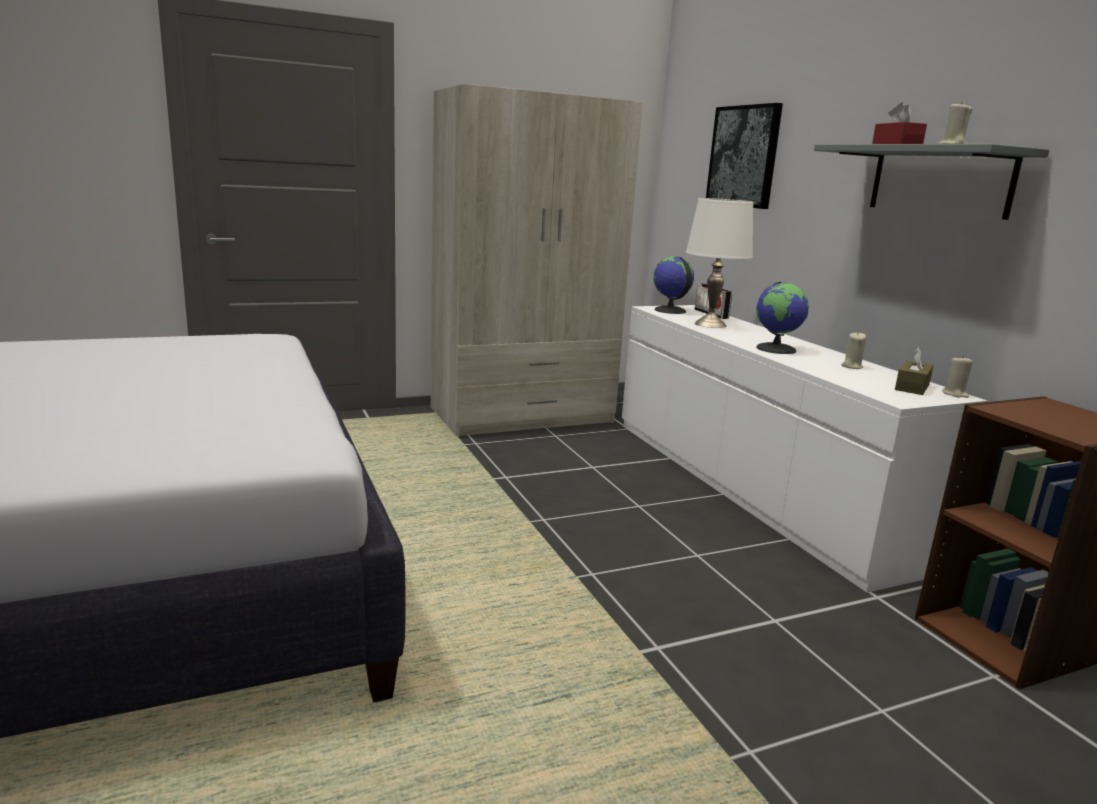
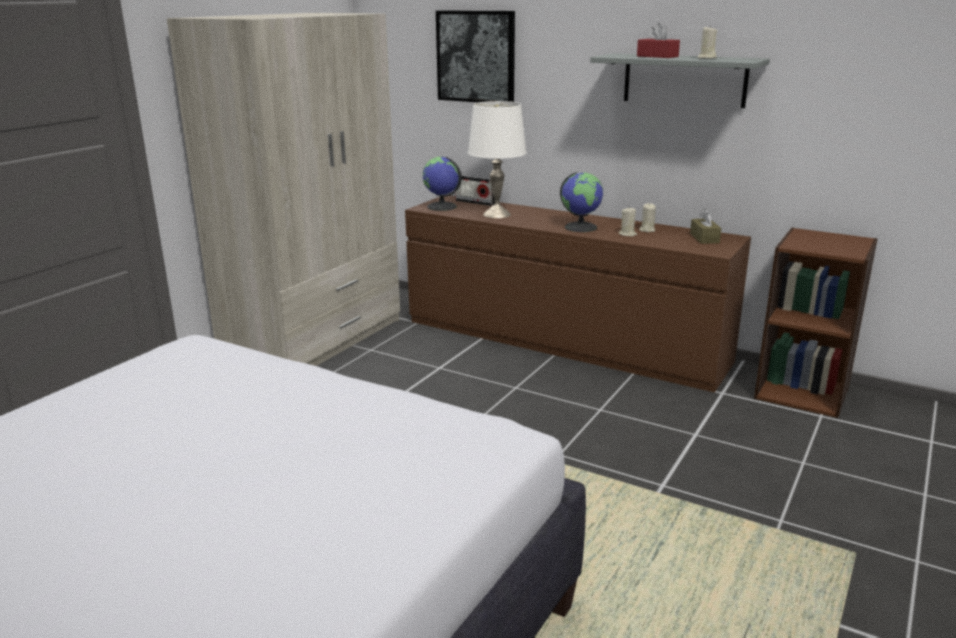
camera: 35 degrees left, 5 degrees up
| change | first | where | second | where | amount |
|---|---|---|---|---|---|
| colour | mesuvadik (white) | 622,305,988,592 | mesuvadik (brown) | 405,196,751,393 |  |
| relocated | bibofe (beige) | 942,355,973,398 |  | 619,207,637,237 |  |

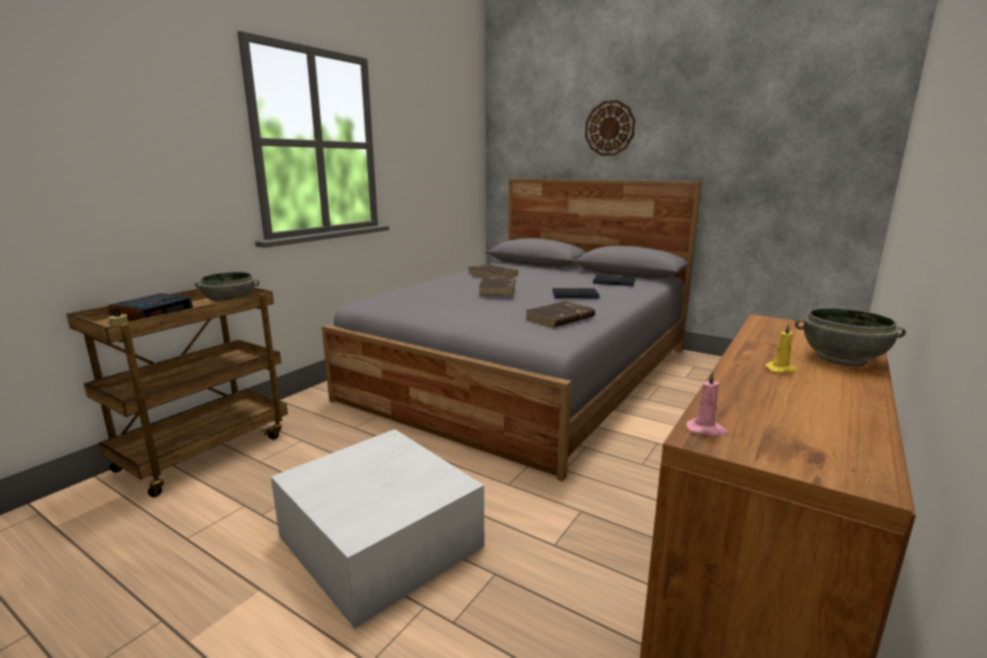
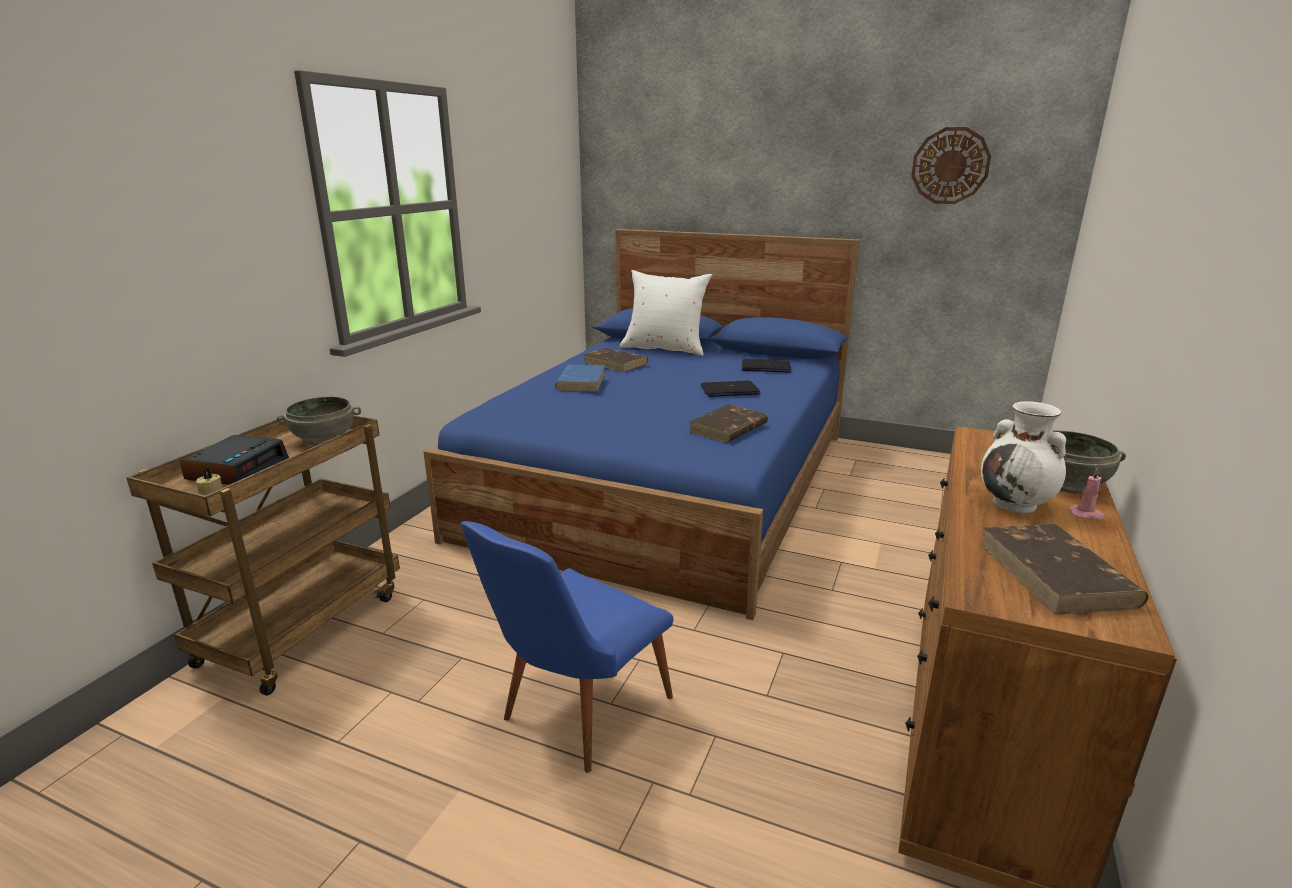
camera: 10 degrees left, 5 degrees up
| change | first | where | second | where | amount |
|---|---|---|---|---|---|
| relocated | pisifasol | 585,100,635,156 |  | 911,127,991,204 |  |
| colour | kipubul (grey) | 322,179,702,482 | kipubul (blue) | 423,229,860,620 |  |
| relocated | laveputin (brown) | 479,277,516,295 |  | 980,524,1148,615 |  |
| exchanged | bibofe (yellow) | 765,323,798,374 | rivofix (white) | 981,401,1066,513 |  |
| relocated | bibofe (pink) | 686,370,729,437 |  | 1069,467,1105,520 |  |
| exchanged | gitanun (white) | 271,429,484,629 | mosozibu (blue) | 460,521,673,773 |  |
| appeared |  |  | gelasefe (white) | 620,270,712,356 |  |
| appeared |  |  | laveputin (blue) | 555,365,605,392 |  |

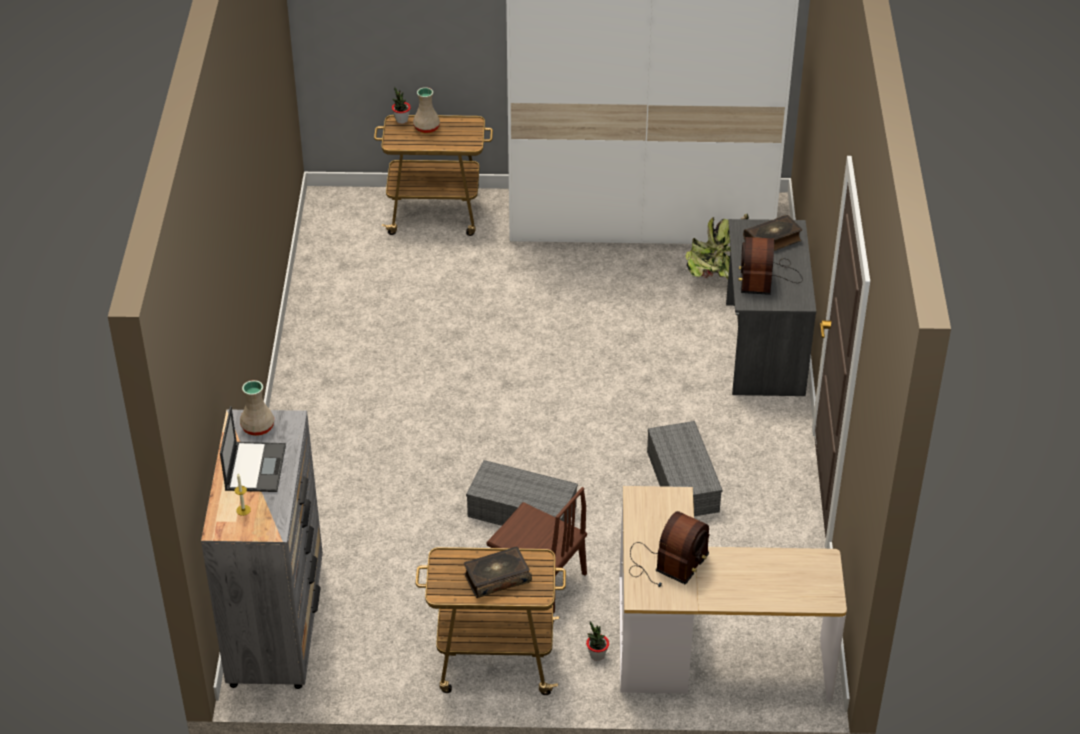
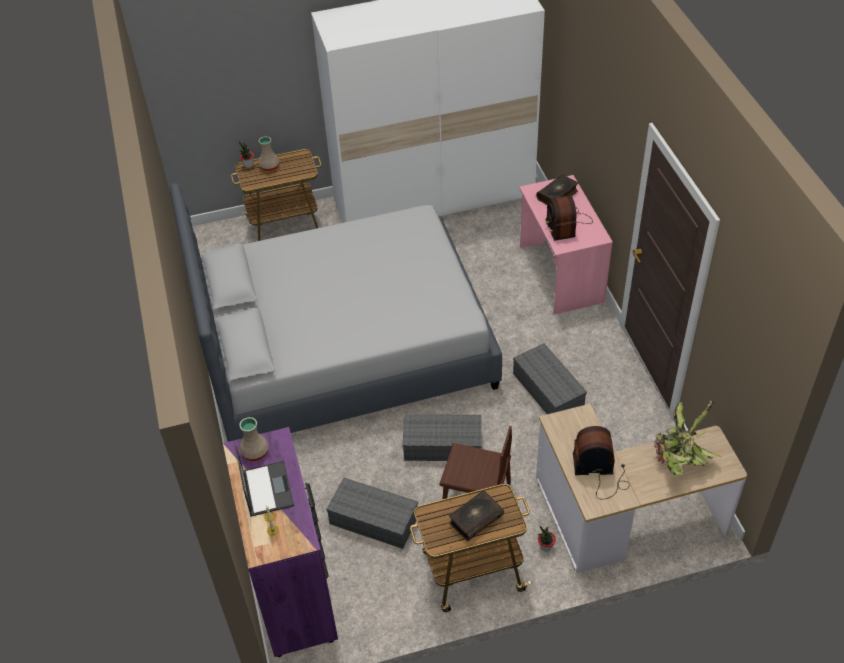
camera: 15 degrees left, 5 degrees up
| change | first | where | second | where | amount |
|---|---|---|---|---|---|
| relocated | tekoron | 685,214,749,279 |  | 654,400,721,476 |  |
| colour | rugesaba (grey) | 726,219,816,396 | rugesaba (pink) | 519,175,613,315 |  |
| colour | mesuvadik (grey) | 201,409,323,689 | mesuvadik (purple) | 223,427,338,657 |  |
| spun | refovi | 629,511,710,587 |  | 573,426,629,499 | 105 degrees counterclockwise |
| appeared |  |  | kipubul (grey) | 170,183,502,442 |  |
| appeared |  |  | gitanun (grey) | 326,477,418,549 |  |

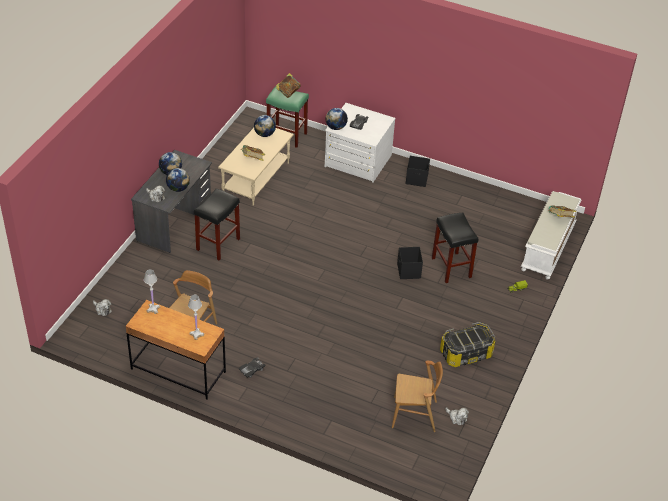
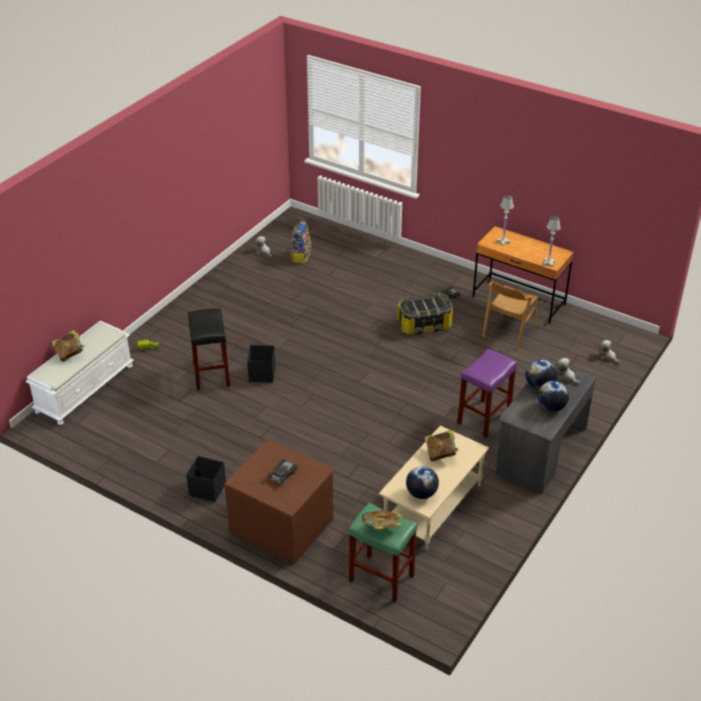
camera: 170 degrees left, 5 degrees down
| change | first | where | second | where | amount |
|---|---|---|---|---|---|
| colour | mesuvadik (white) | 325,103,395,183 | mesuvadik (brown) | 224,439,335,565 |  |
| missing | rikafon | 326,108,348,130 |  |  |  |
| colour | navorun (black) | 194,188,240,261 | navorun (purple) | 457,349,517,438 |  |
| relocated | gitanun | 440,322,496,367 |  | 397,293,453,335 |  |
| exchanged | mosozibu (brown) | 392,360,443,432 | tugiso | 290,221,311,264 |  |

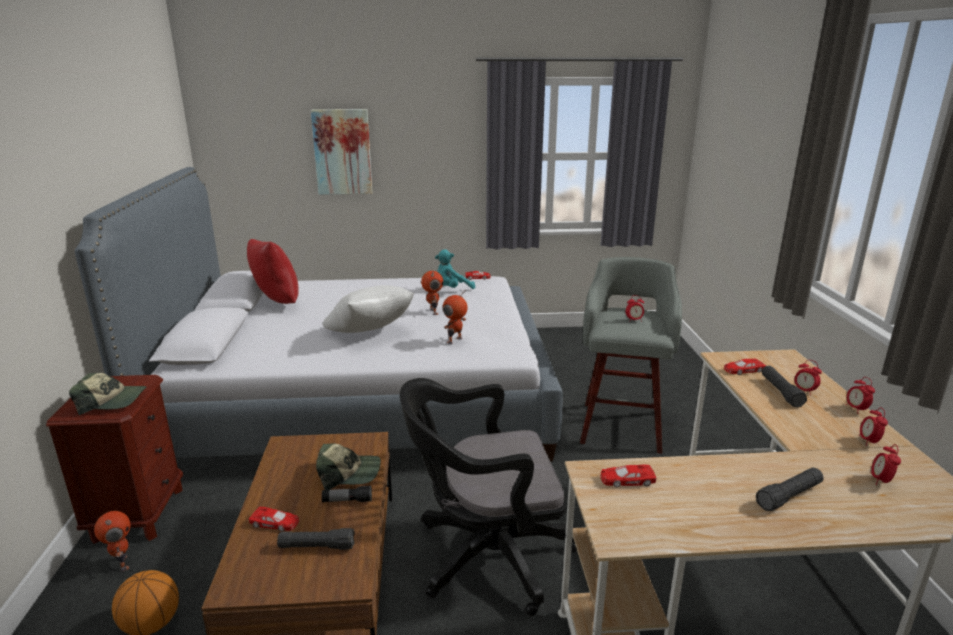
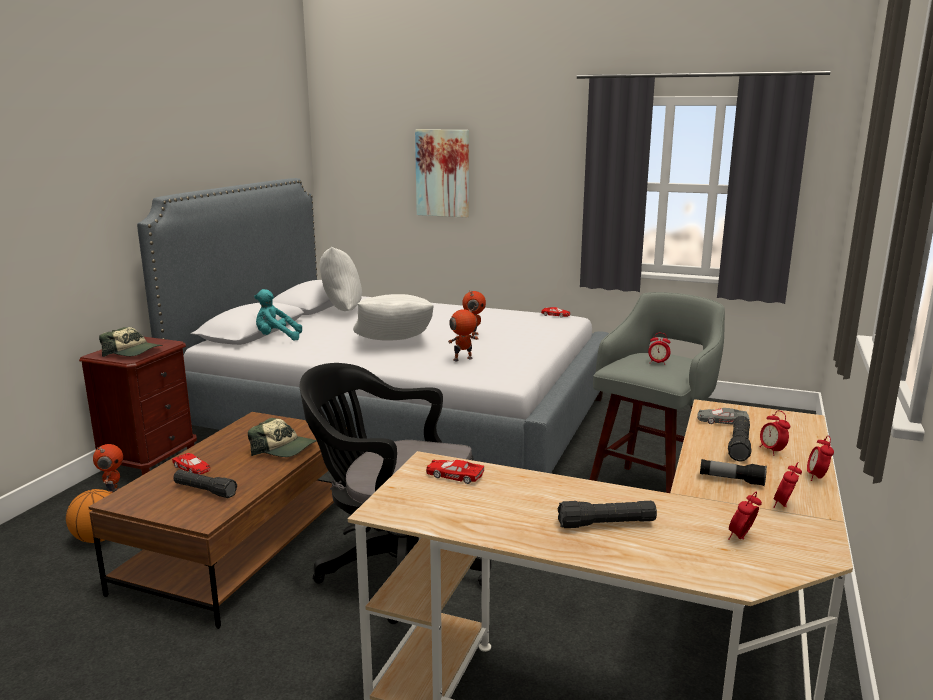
camera: 25 degrees right, 5 degrees down
| change | first | where | second | where | amount |
|---|---|---|---|---|---|
| colour | gelasefe (red) | 247,239,299,304 | gelasefe (white) | 320,247,362,311 |  |
| relocated | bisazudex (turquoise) | 435,249,475,289 |  | 254,289,302,341 |  |
| colour | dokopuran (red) | 724,358,766,375 | dokopuran (grey) | 697,408,749,425 |  |
| relocated | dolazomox | 322,485,372,502 |  | 700,459,767,486 |  |

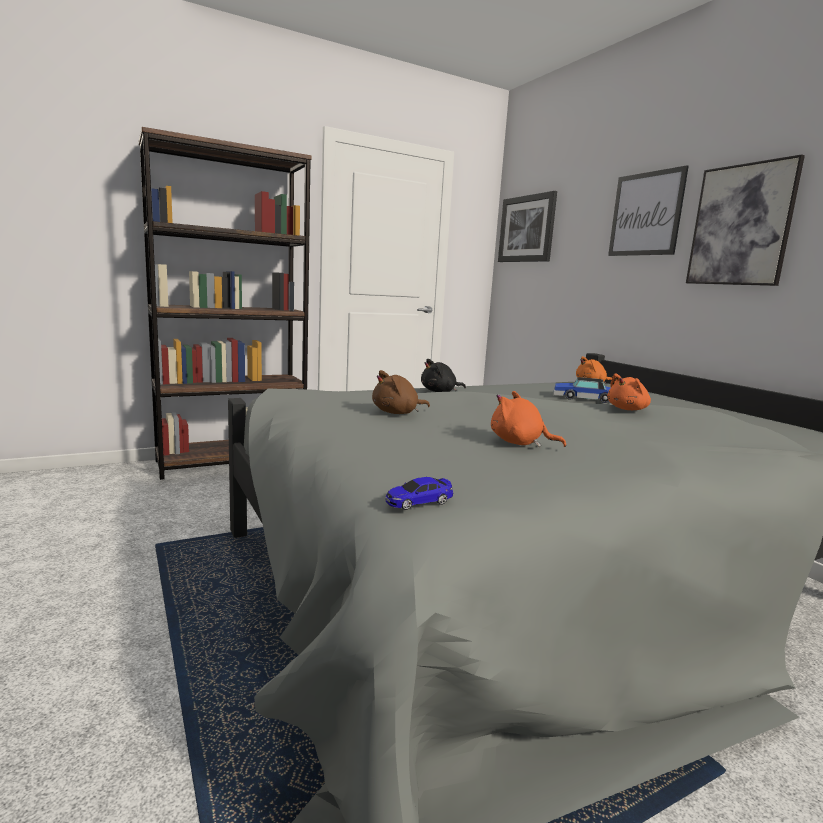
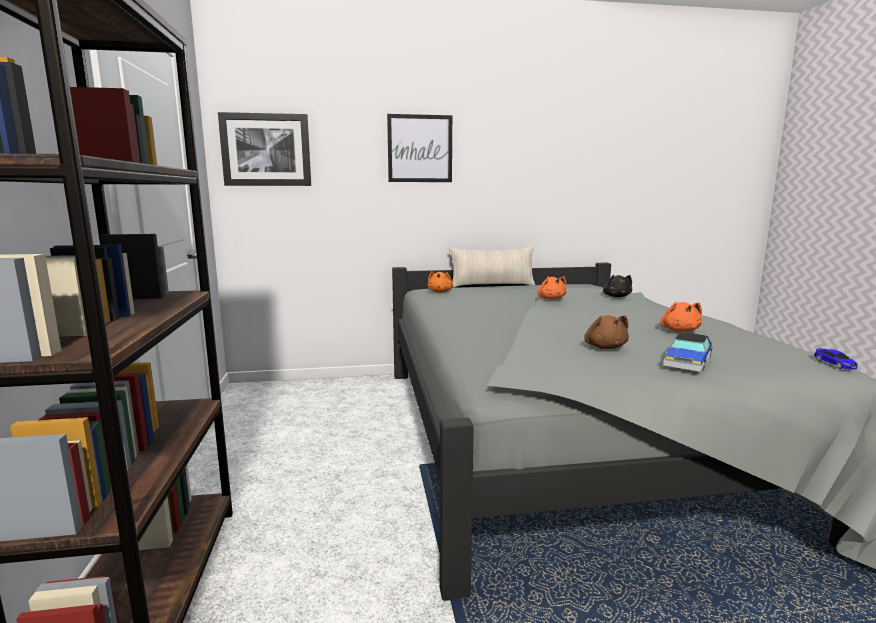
camera: 70 degrees left, 0 degrees up
| change | first | where | second | where | amount |
|---|---|---|---|---|---|
| missing | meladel | 686,154,805,286 |  |  |  |
| relocated | bisazudex (black) | 421,359,466,392 |  | 603,275,632,298 |  |
| relocated | dokopuran | 554,377,611,403 |  | 663,332,712,372 |  |
| spun | bisazudex (orange) | 491,391,566,447 |  | 660,302,702,332 | 45 degrees counterclockwise |
| appeared |  |  | gelasefe (beige) | 449,246,535,288 |  |

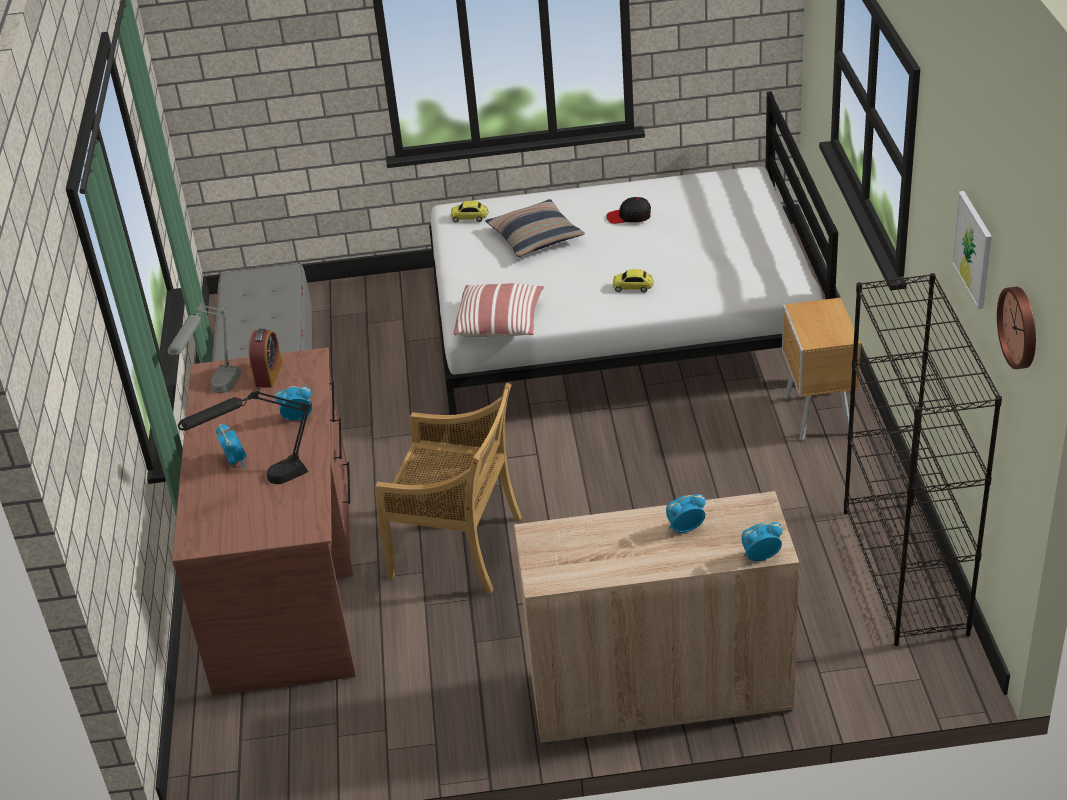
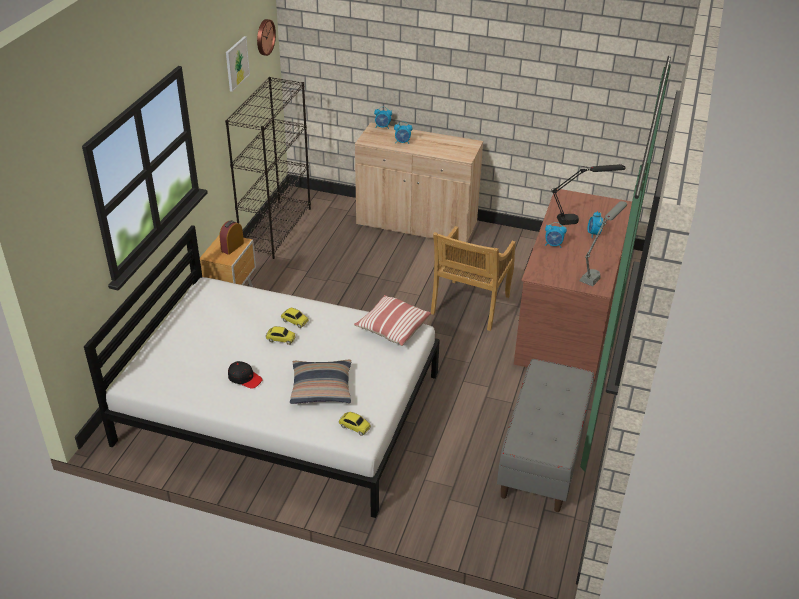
camera: 160 degrees left, 0 degrees up
| change | first | where | second | where | amount |
|---|---|---|---|---|---|
| relocated | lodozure | 249,329,282,387 |  | 219,220,244,255 |  |
| spun | mosozibu (beige) | 375,383,522,593 |  | 431,226,516,331 | 105 degrees counterclockwise |
| appeared |  |  | dokopuran | 266,326,296,345 |  |

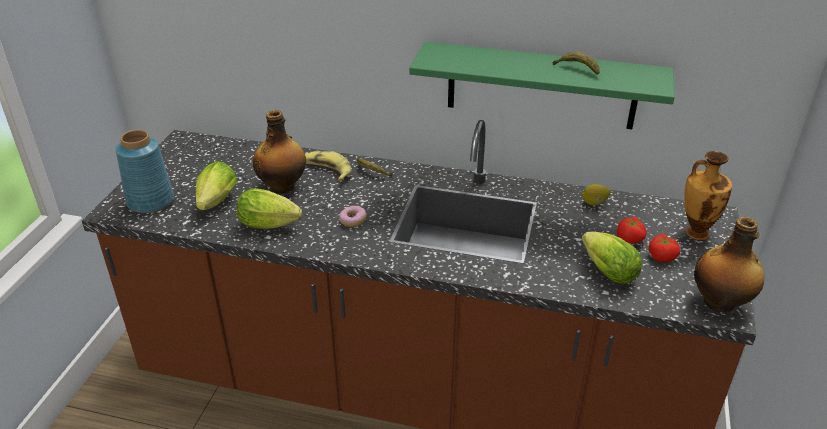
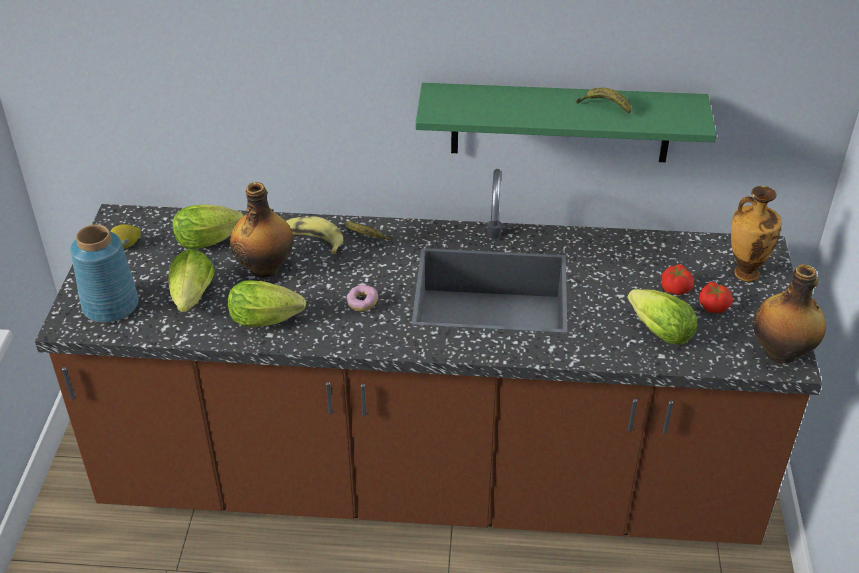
camera: 10 degrees left, 5 degrees up
| change | first | where | second | where | amount |
|---|---|---|---|---|---|
| relocated | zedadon | 582,184,611,205 |  | 111,224,141,249 |  |
| appeared |  |  | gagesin | 172,204,244,249 |  |

